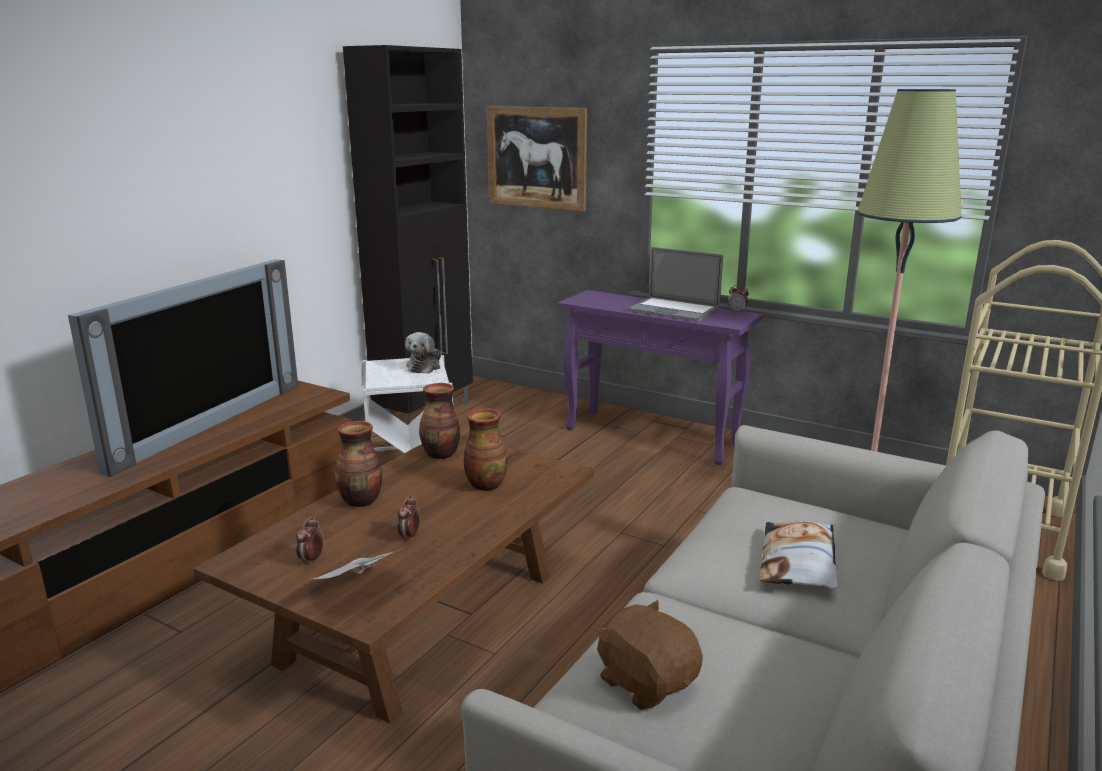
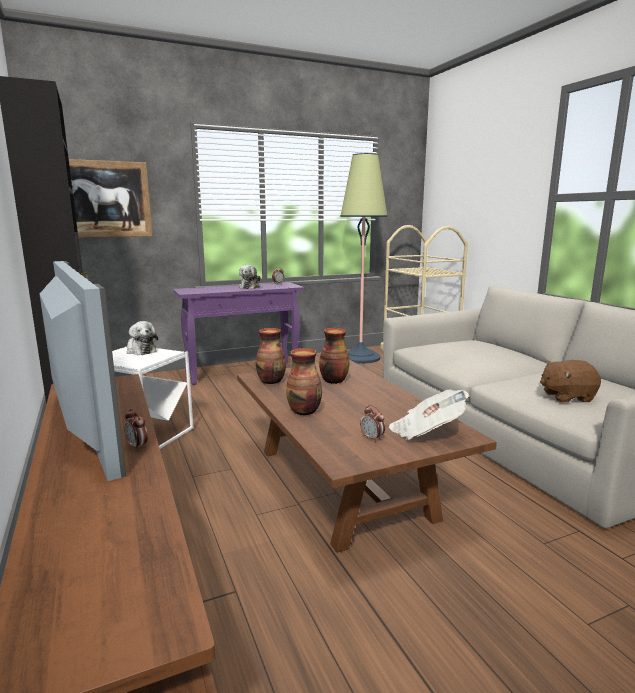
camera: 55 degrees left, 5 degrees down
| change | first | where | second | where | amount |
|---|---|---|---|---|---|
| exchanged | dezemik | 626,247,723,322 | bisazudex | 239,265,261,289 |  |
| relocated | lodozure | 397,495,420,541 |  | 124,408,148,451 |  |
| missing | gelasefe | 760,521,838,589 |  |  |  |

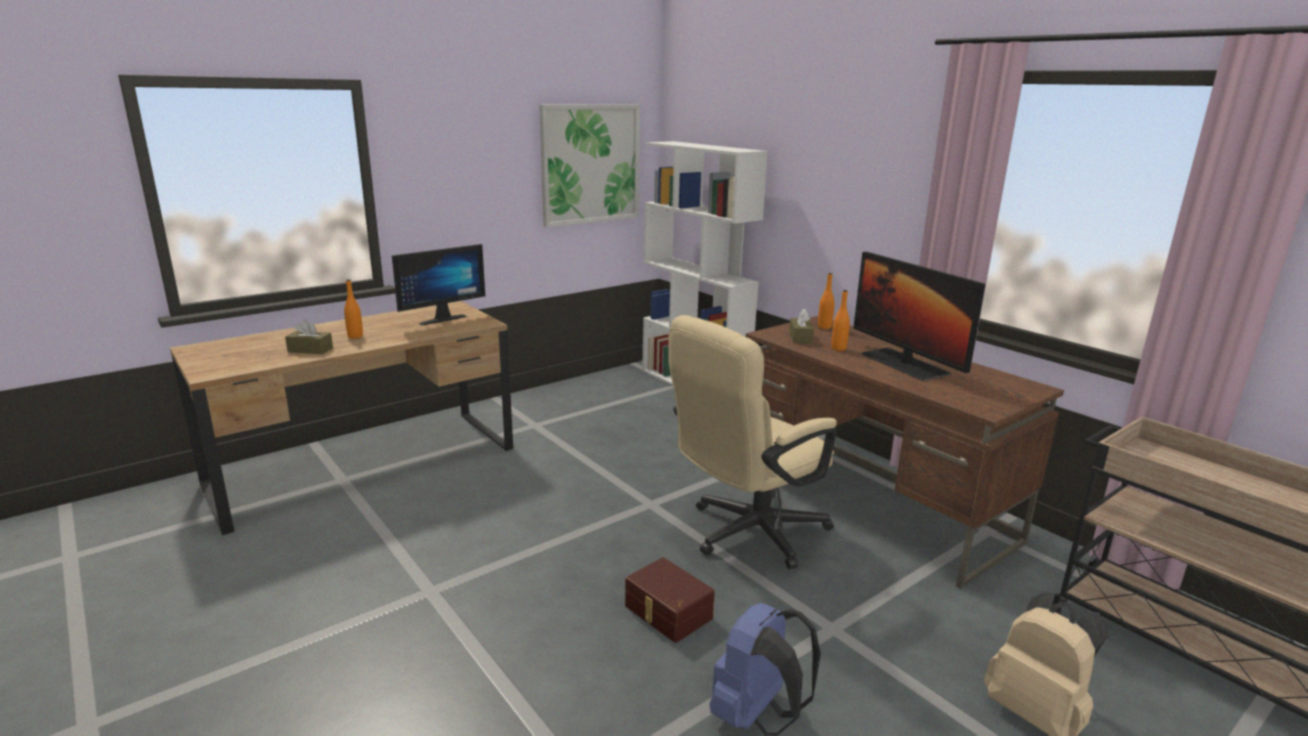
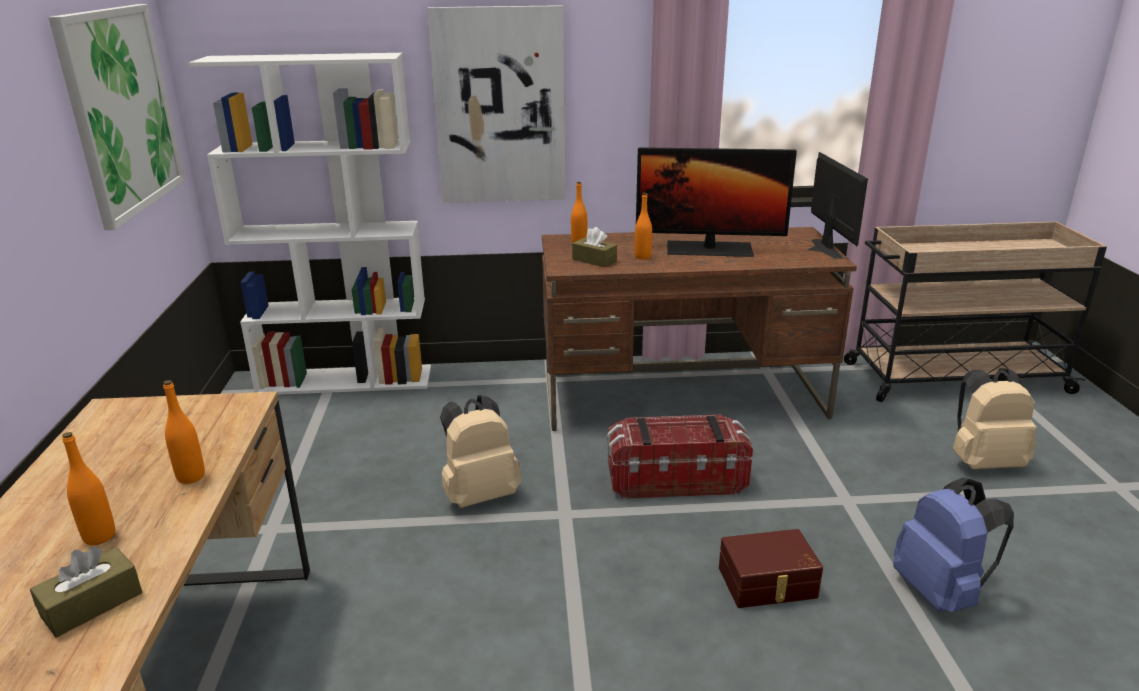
camera: 55 degrees left, 5 degrees up
| change | first | where | second | where | amount |
|---|---|---|---|---|---|
| relocated | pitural | 392,244,485,325 |  | 807,152,868,259 |  |
| exchanged | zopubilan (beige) | 668,315,837,569 | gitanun | 607,415,753,499 |  |
| appeared |  |  | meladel | 427,5,566,203 |  |
| appeared |  |  | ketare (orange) | 163,380,205,484 |  |
| appeared |  |  | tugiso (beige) | 440,396,521,508 |  |

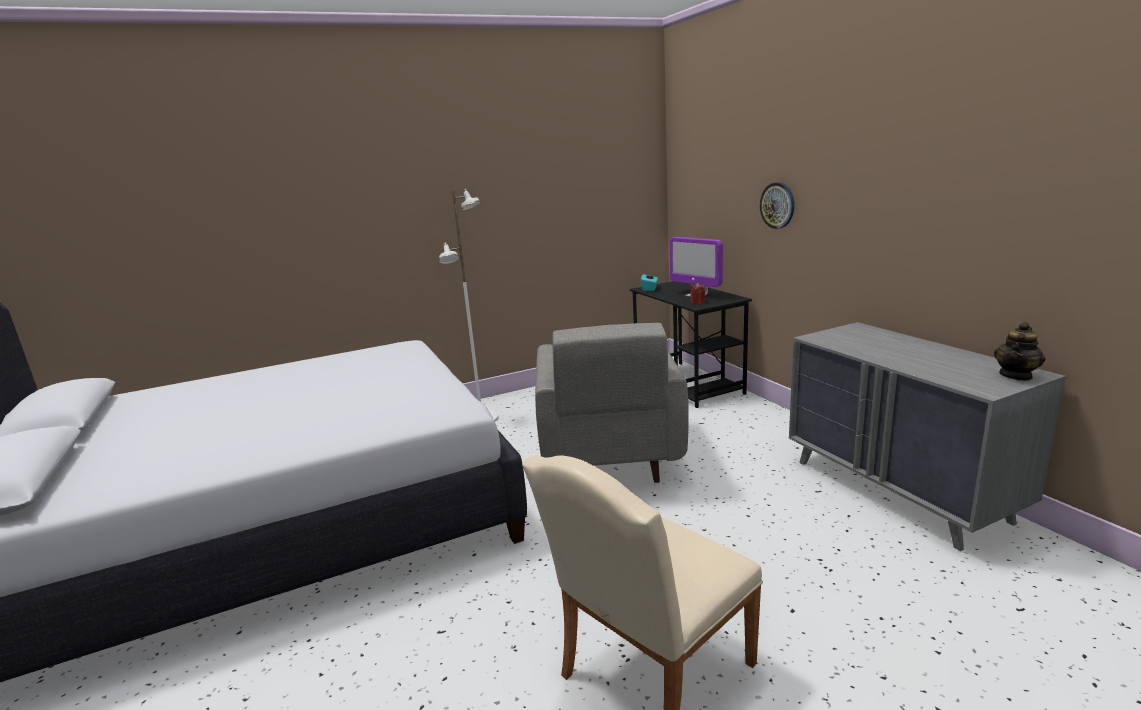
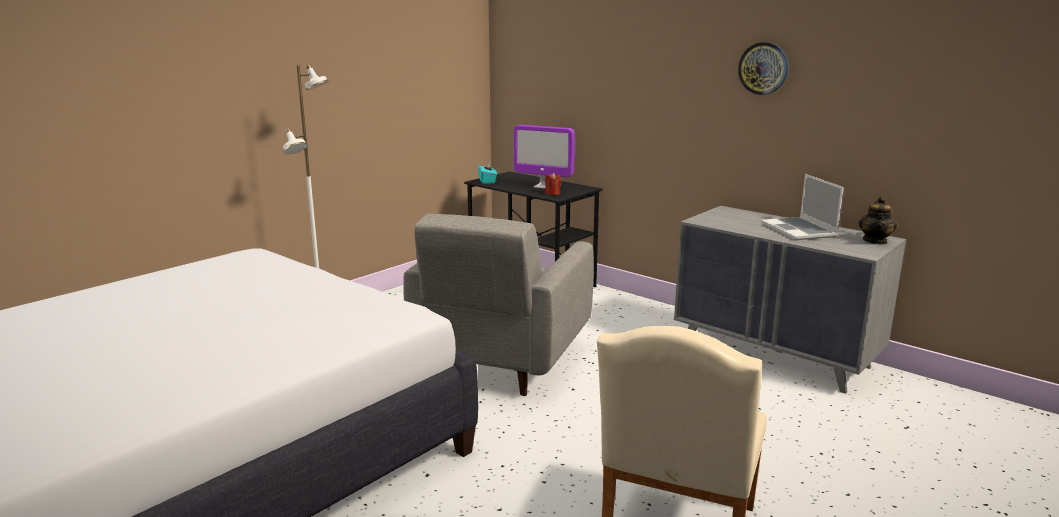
camera: 25 degrees left, 0 degrees up
| change | first | where | second | where | amount |
|---|---|---|---|---|---|
| relocated | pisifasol | 760,182,795,229 |  | 738,42,788,95 |  |
| spun | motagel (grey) | 535,323,689,483 |  | 404,214,594,396 | 45 degrees clockwise |
| appeared |  |  | dezemik | 761,174,844,240 |  |

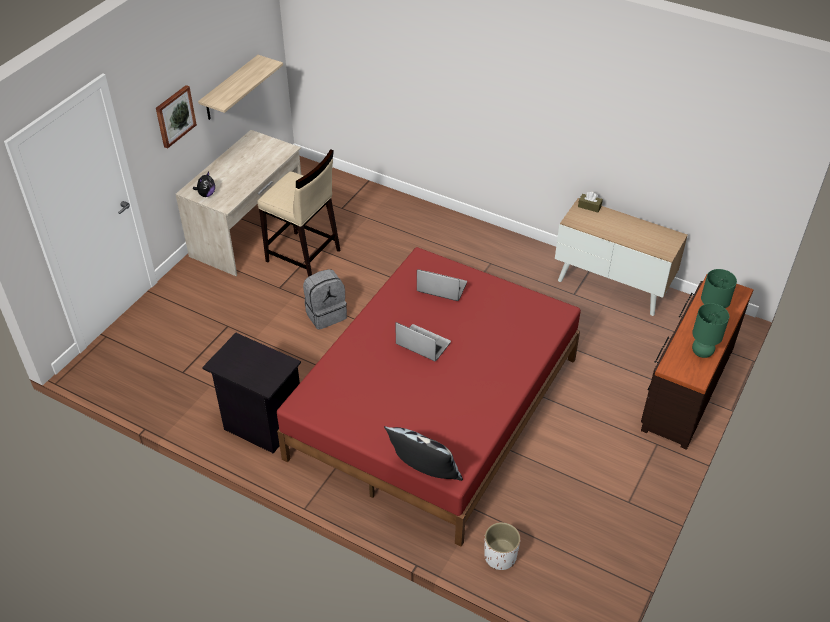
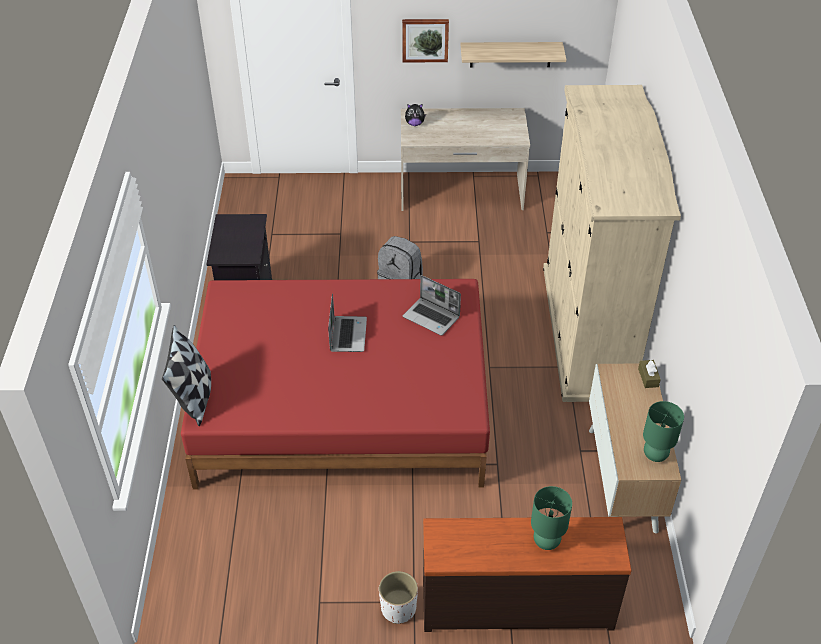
camera: 60 degrees right, 0 degrees up
| change | first | where | second | where | amount |
|---|---|---|---|---|---|
| missing | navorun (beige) | 257,149,341,277 |  |  |  |
| spun | dezemik | 417,269,467,301 |  | 403,275,461,336 | 135 degrees clockwise |
| relocated | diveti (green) | 692,303,729,358 |  | 643,401,684,462 |  |
| relocated | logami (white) | 484,522,520,570 |  | 379,571,418,624 |  |
| appeared |  |  | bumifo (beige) | 543,85,681,402 |  |

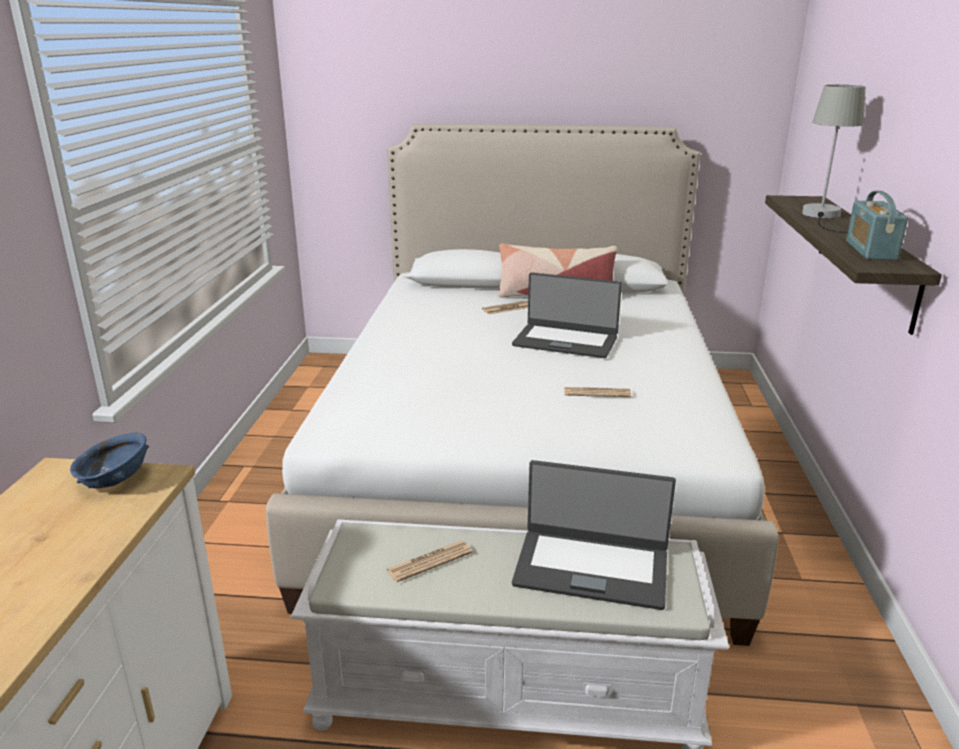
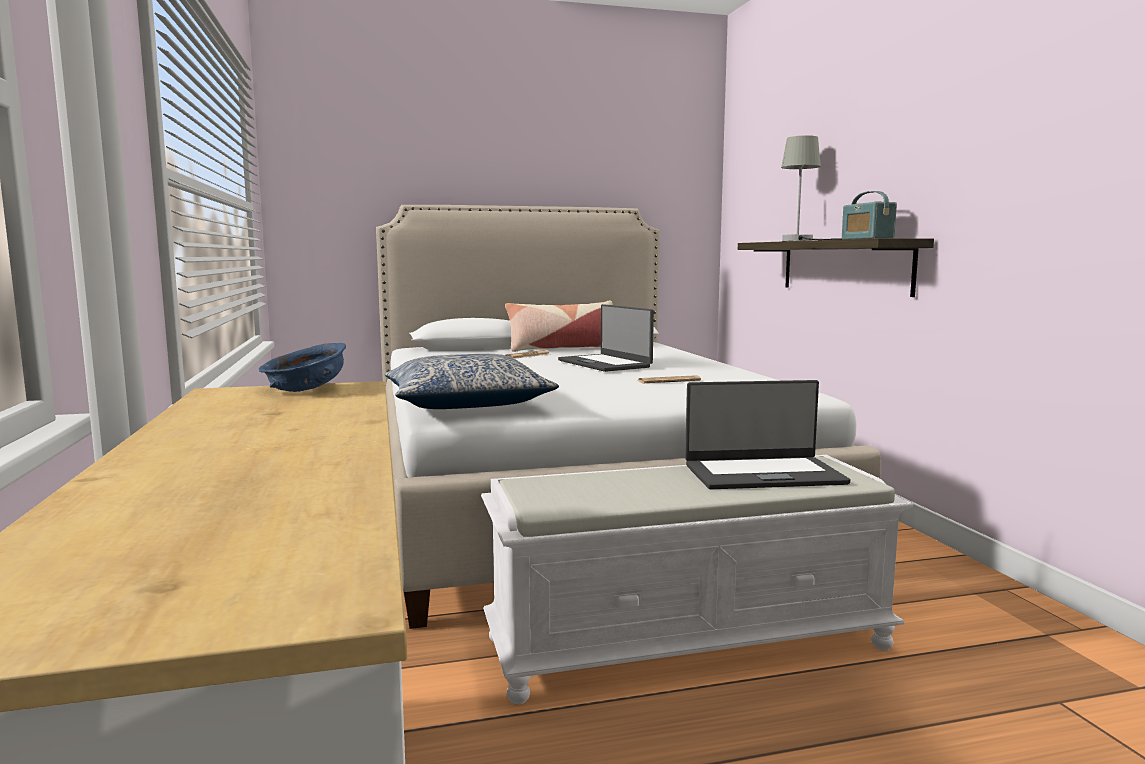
camera: 20 degrees left, 15 degrees down
| change | first | where | second | where | amount |
|---|---|---|---|---|---|
| spun | dezemik | 512,272,622,358 |  | 558,304,654,372 | 60 degrees clockwise |
| missing | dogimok | 386,540,473,582 |  |  |  |
| appeared |  |  | gelasefe | 385,354,559,409 |  |

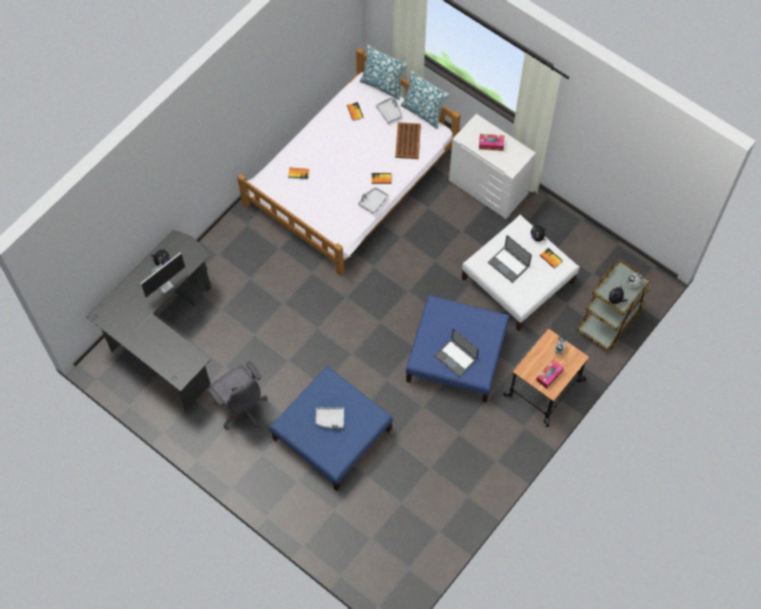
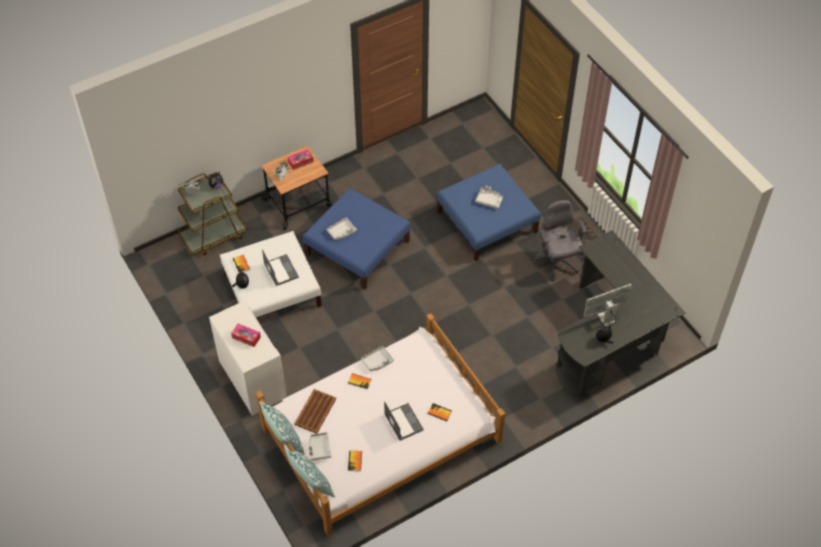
camera: 160 degrees left, 10 degrees down
| change | first | where | second | where | amount |
|---|---|---|---|---|---|
| relocated | dezemik | 434,328,479,377 |  | 384,401,424,440 |  |
| appeared |  |  | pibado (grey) | 327,218,357,240 |  |

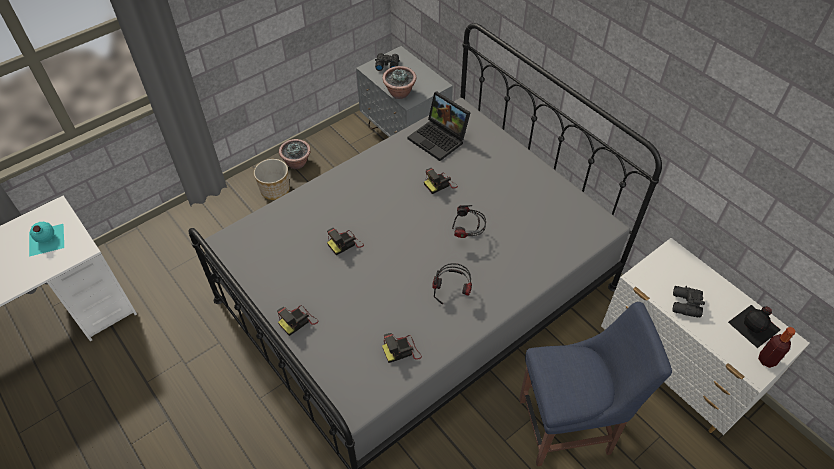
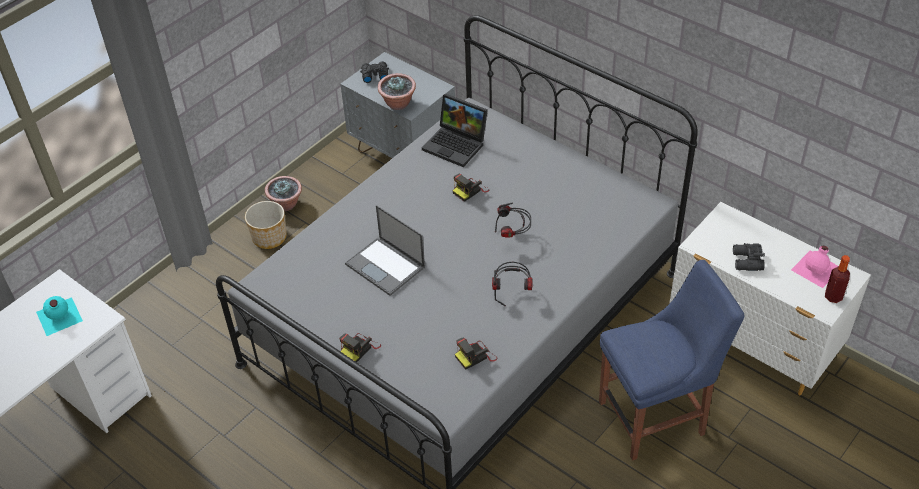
camera: 10 degrees left, 5 degrees down
| change | first | where | second | where | amount |
|---|---|---|---|---|---|
| exchanged | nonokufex | 327,228,364,255 | dezemik | 345,205,425,296 |  |
| colour | ketare (black) | 728,305,781,348 | ketare (pink) | 791,246,838,288 |  |

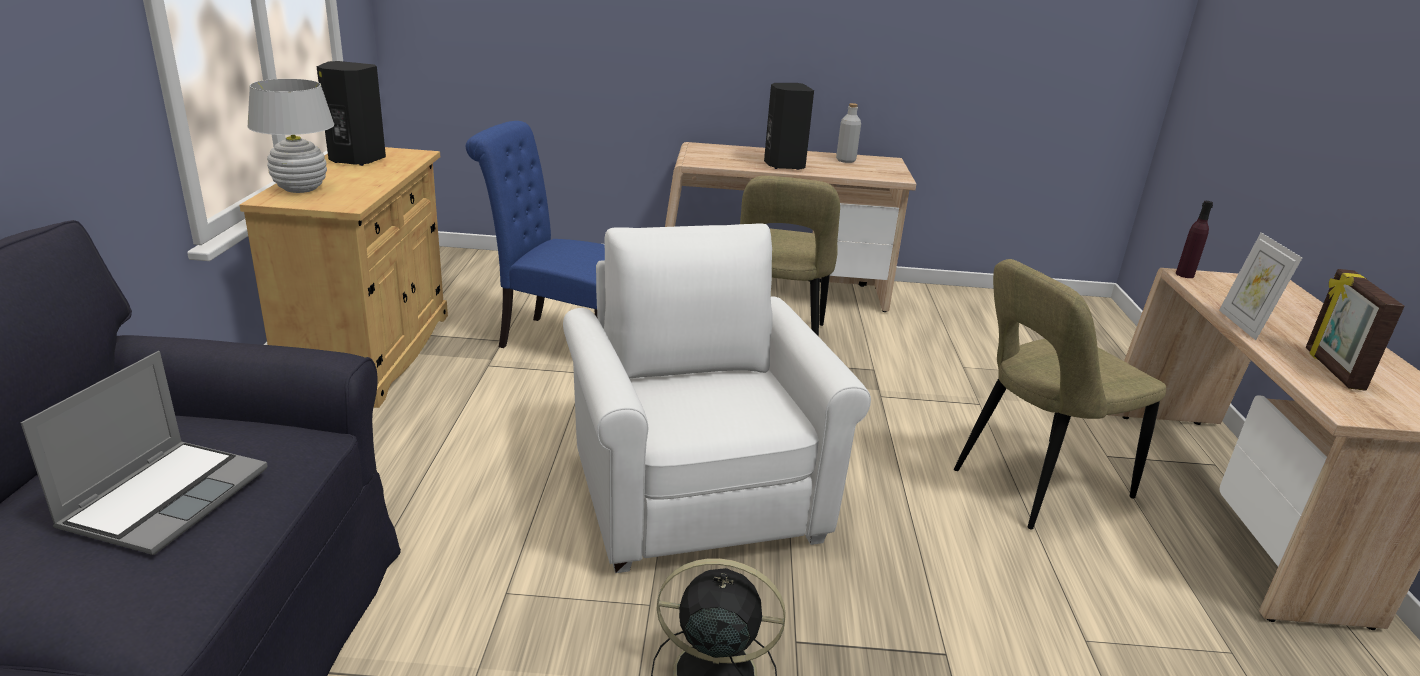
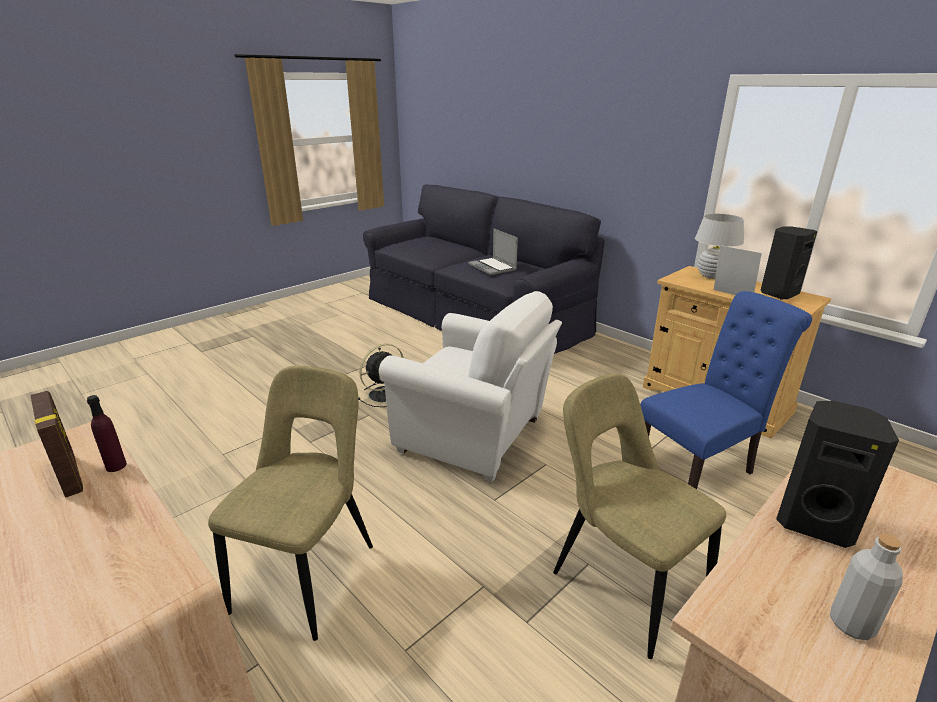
camera: 135 degrees right, 0 degrees up
| change | first | where | second | where | amount |
|---|---|---|---|---|---|
| relocated | ketare (purple) | 1176,201,1213,278 |  | 87,395,127,472 |  |
| relocated | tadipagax | 1219,232,1302,340 |  | 714,245,762,295 |  |

